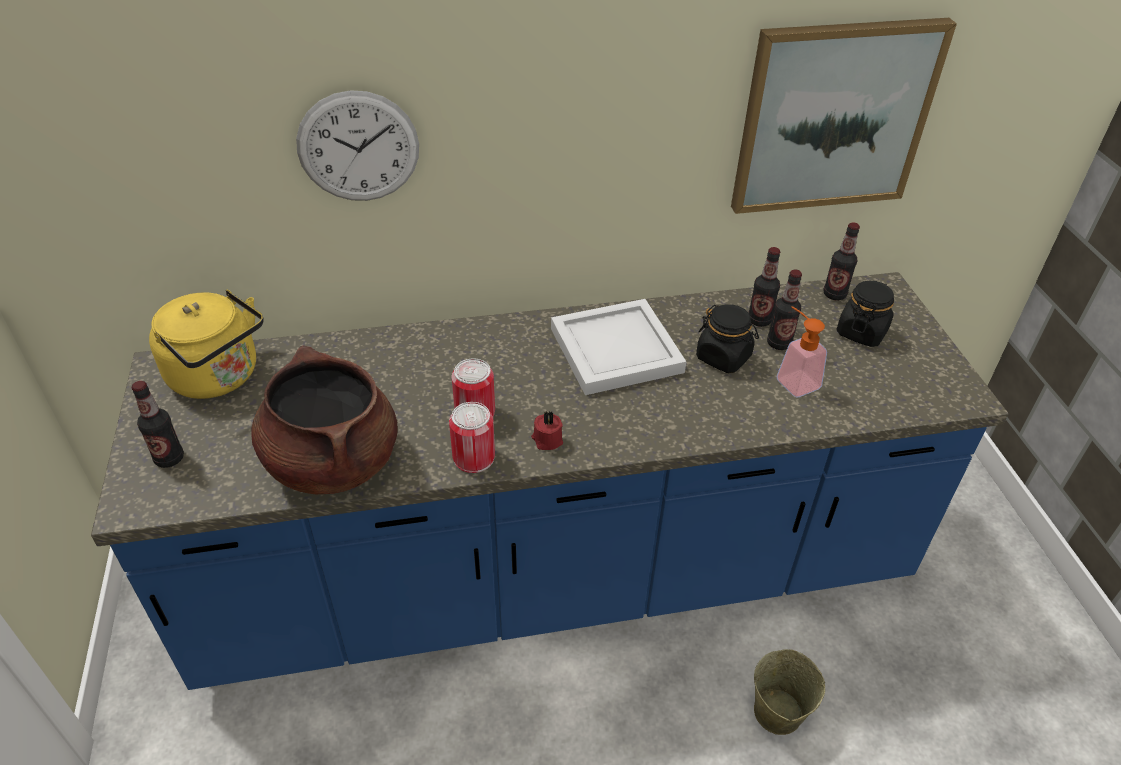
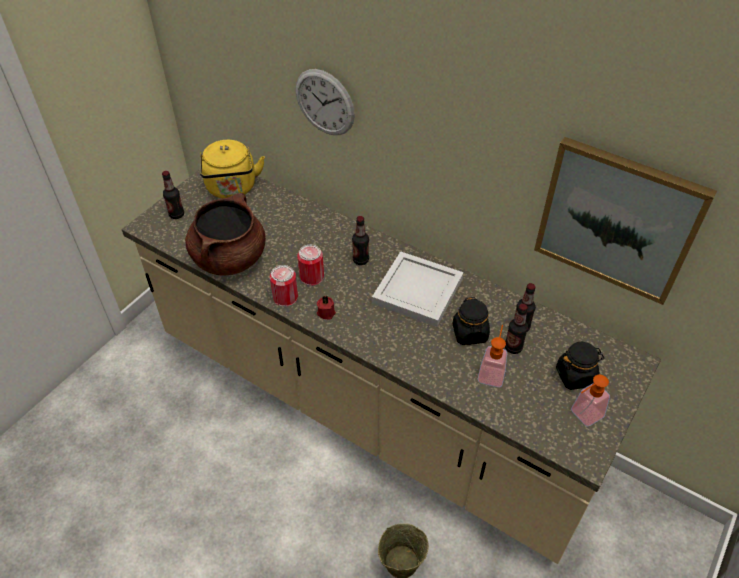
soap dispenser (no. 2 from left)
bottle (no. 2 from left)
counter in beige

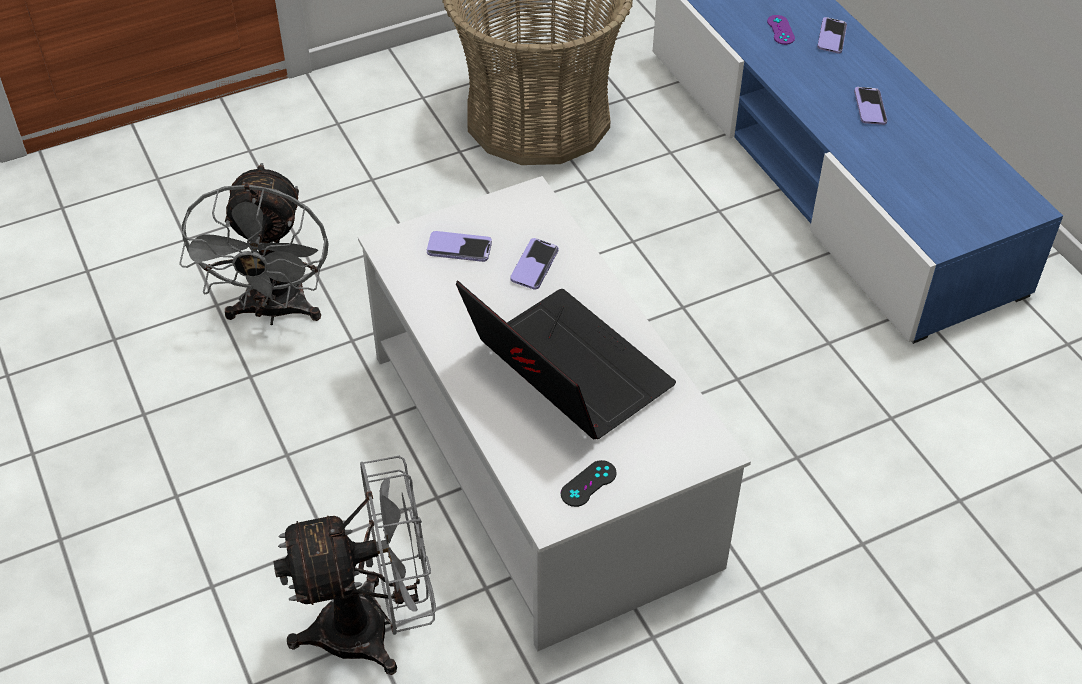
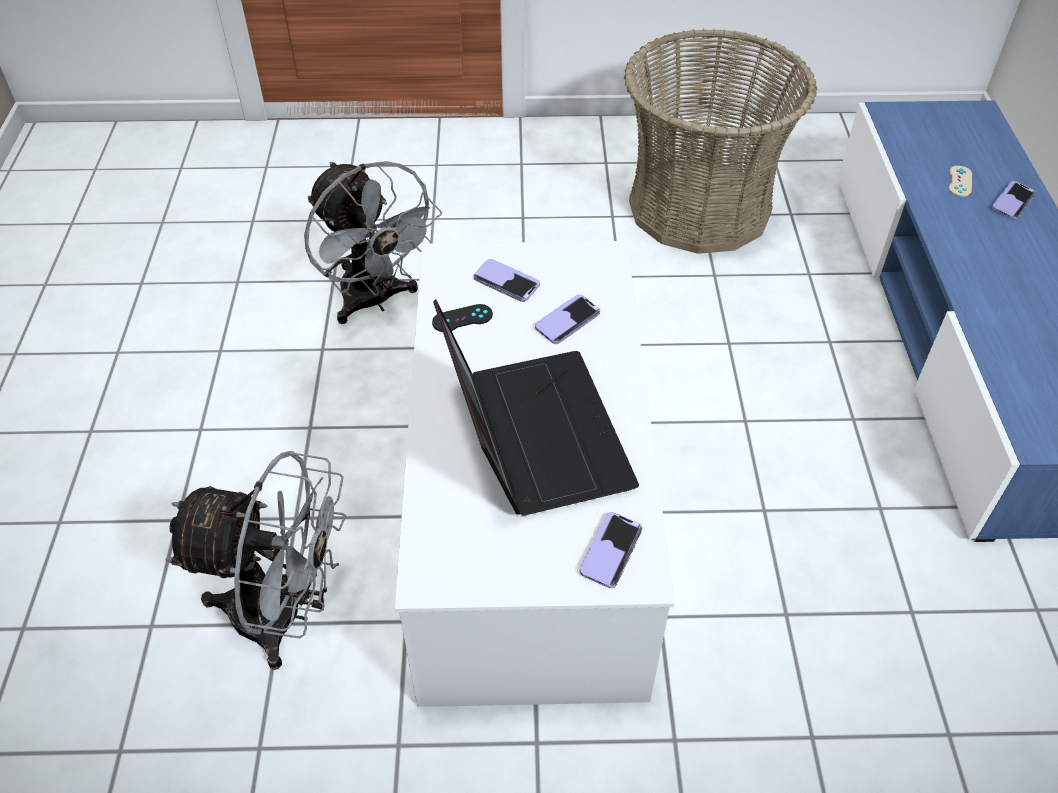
game controller in black
phone (no. 3 from left)
game controller in beige
fan in grey (no. 2 from left)

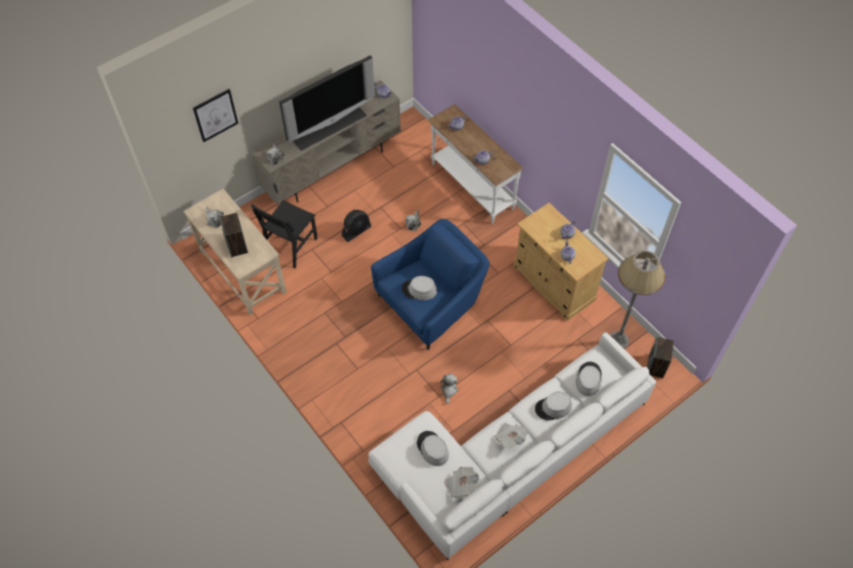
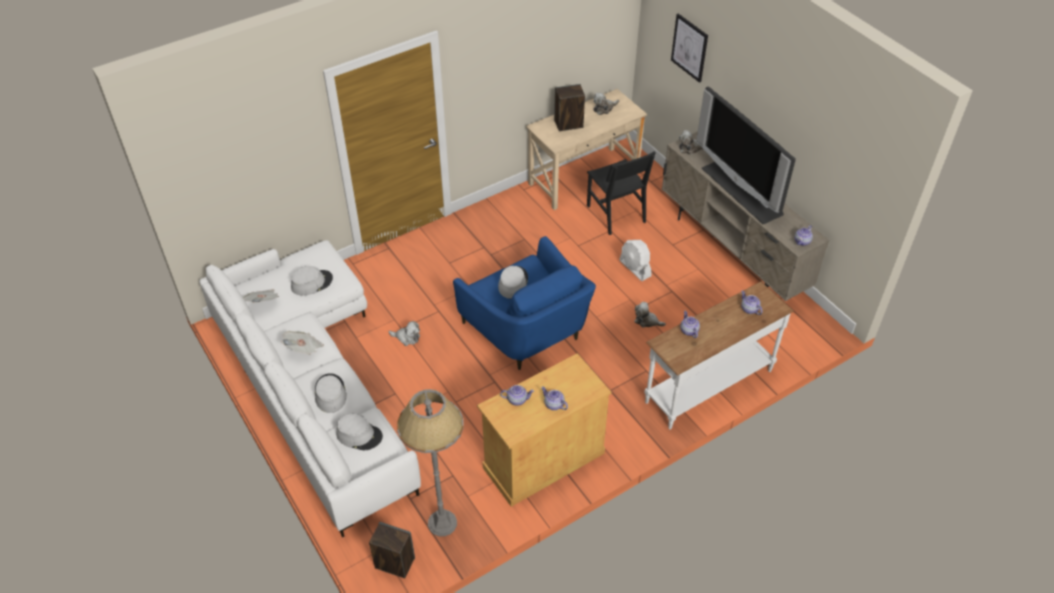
fan in white
chair in black

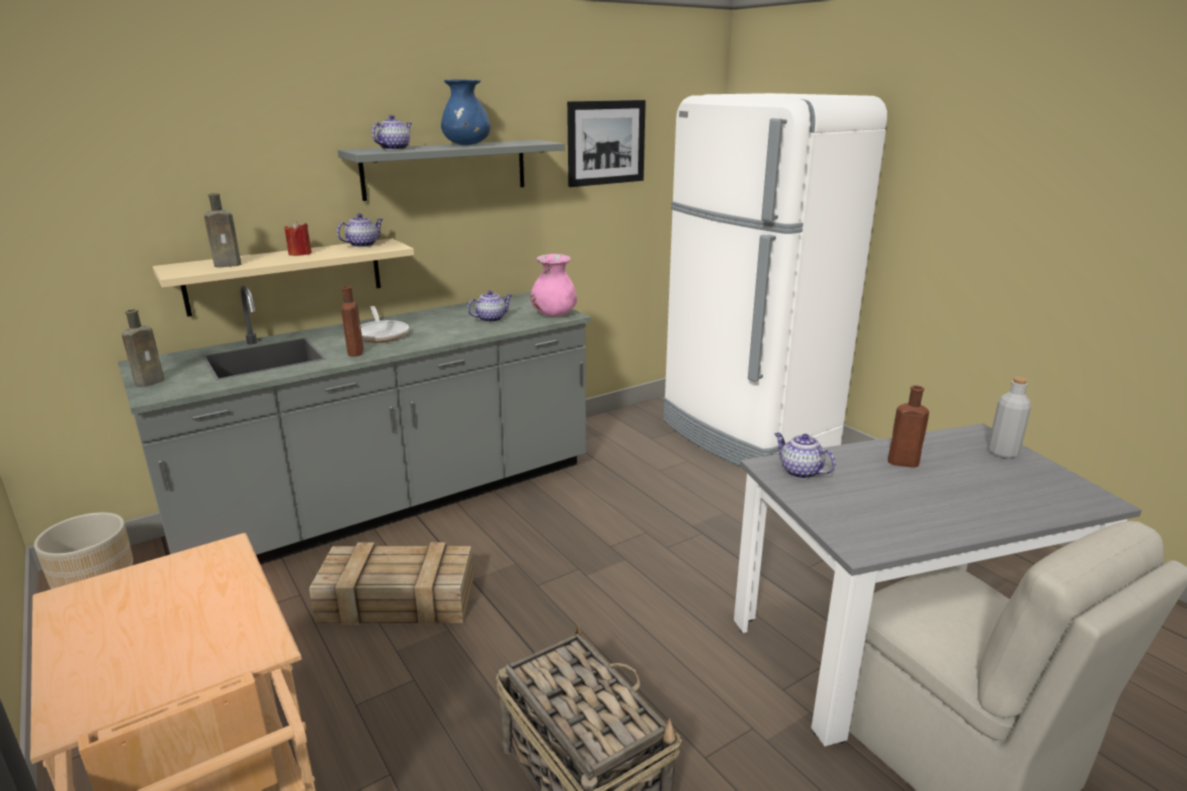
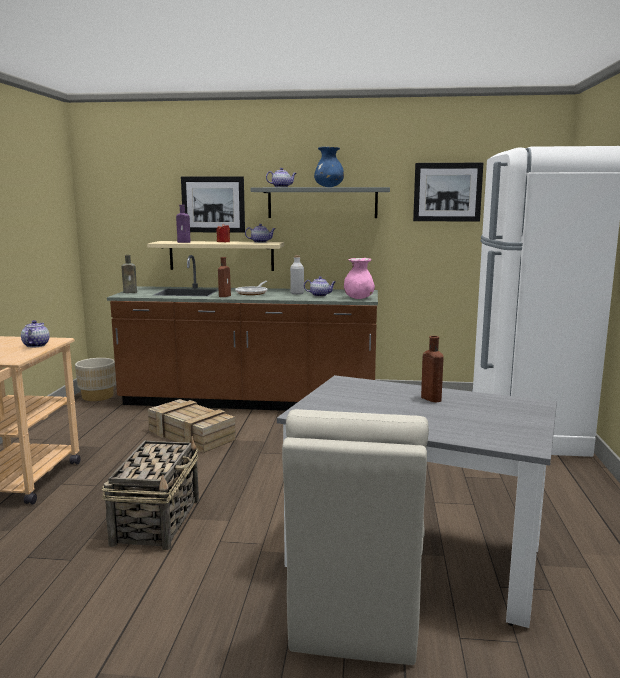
picture (no. 1 from left)
teapot (no. 1 from left)
bottle in grey
counter in brown
bottle in purple

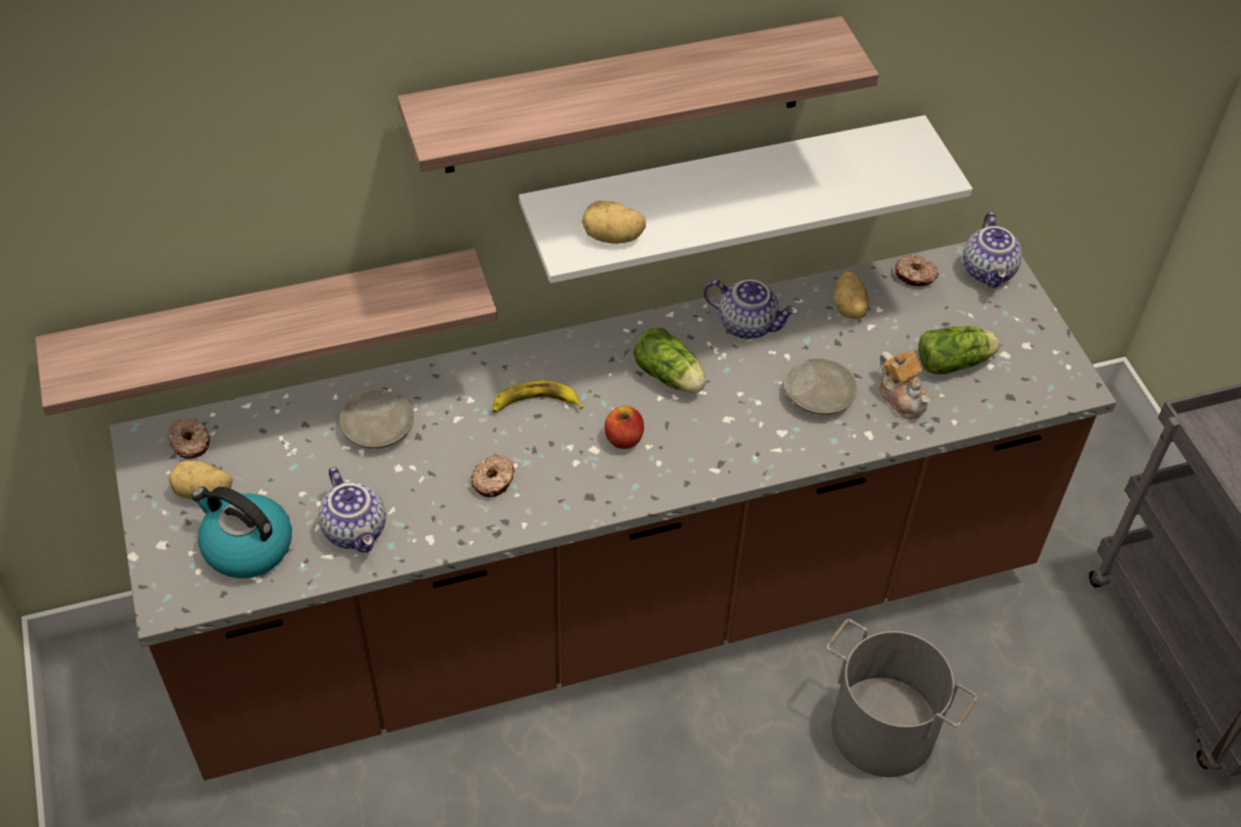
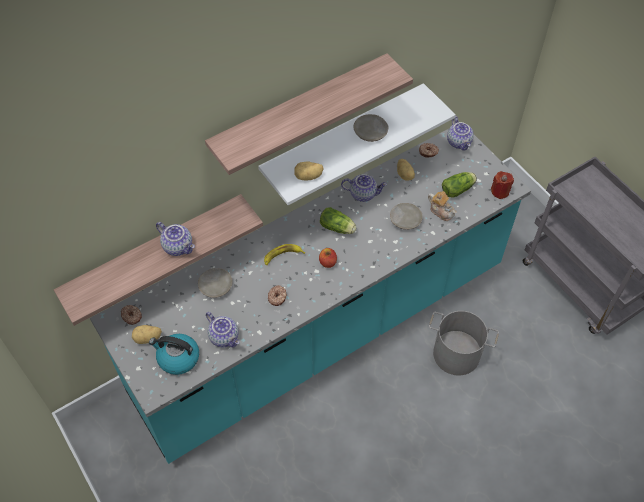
teapot (no. 1 from left)
plate in beige (no. 2 from left)
candle in red
counter in turquoise

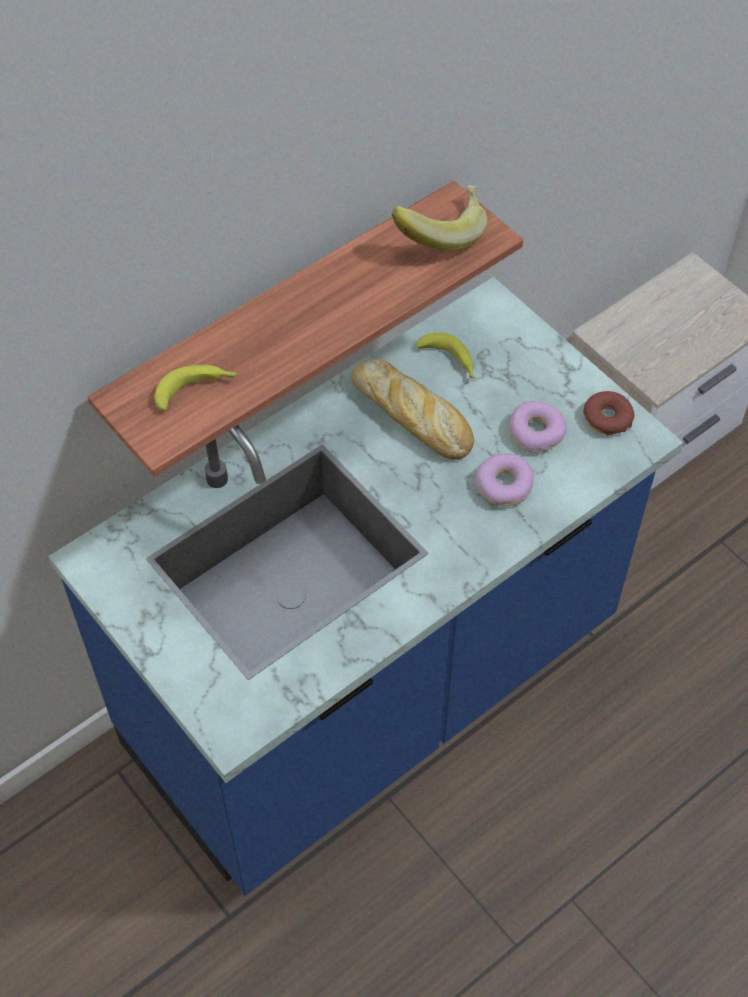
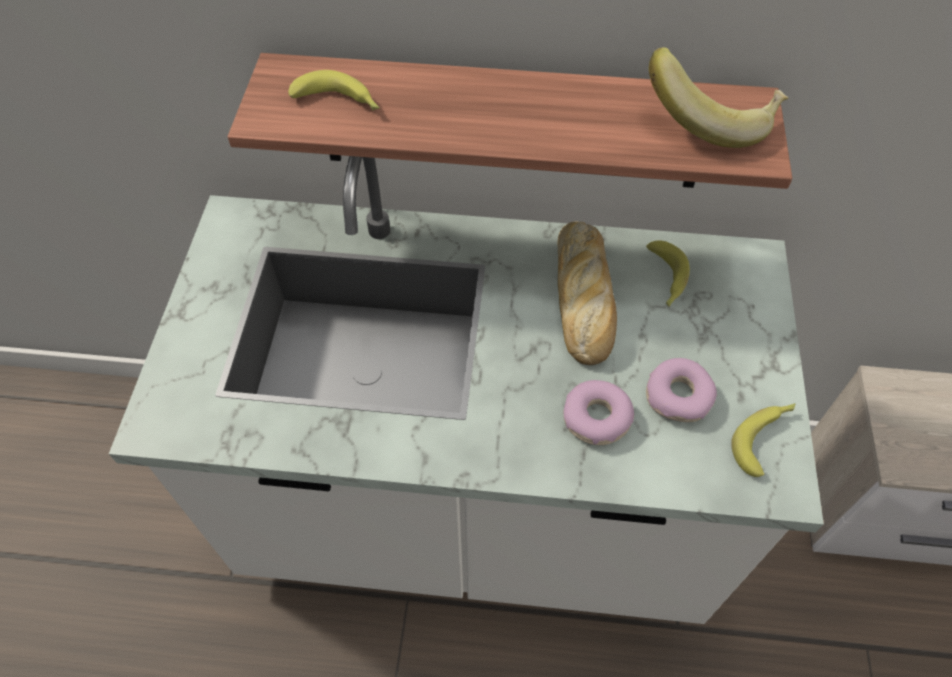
banana (no. 4 from left)
counter in white

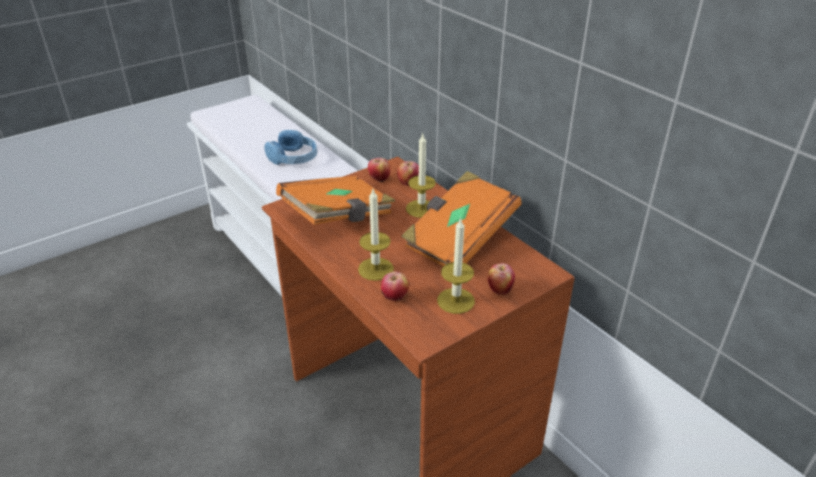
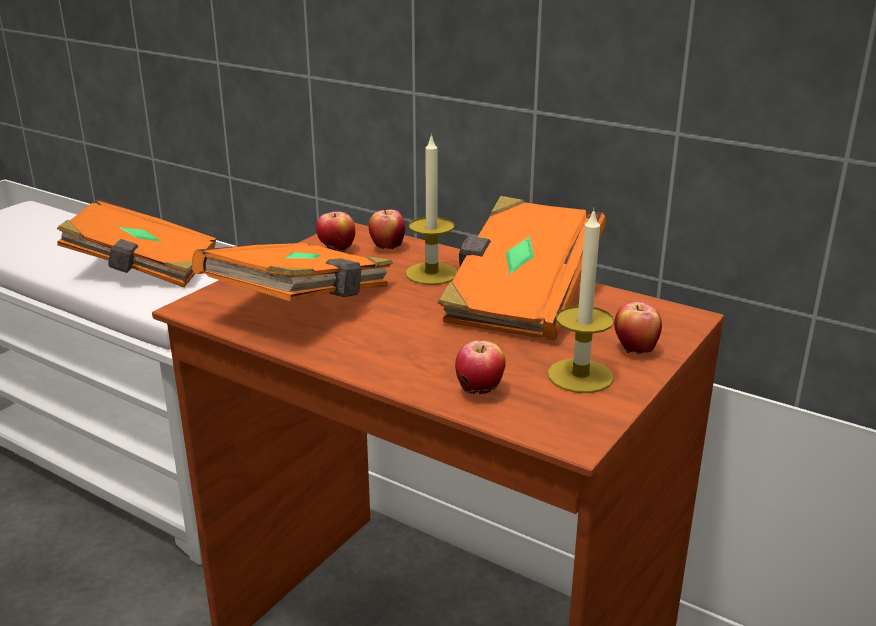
candle (no. 1 from left in the first image)
book in orange (no. 1 from left)

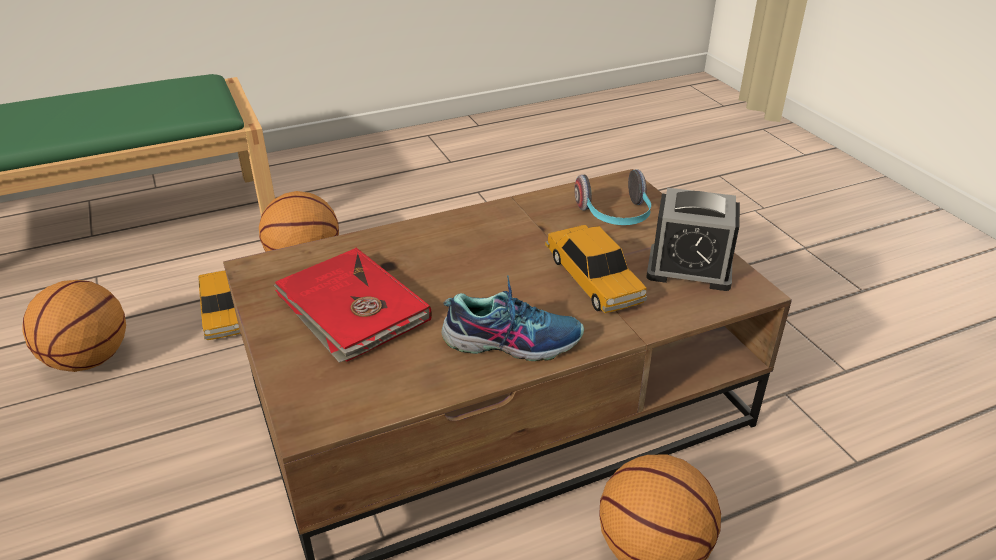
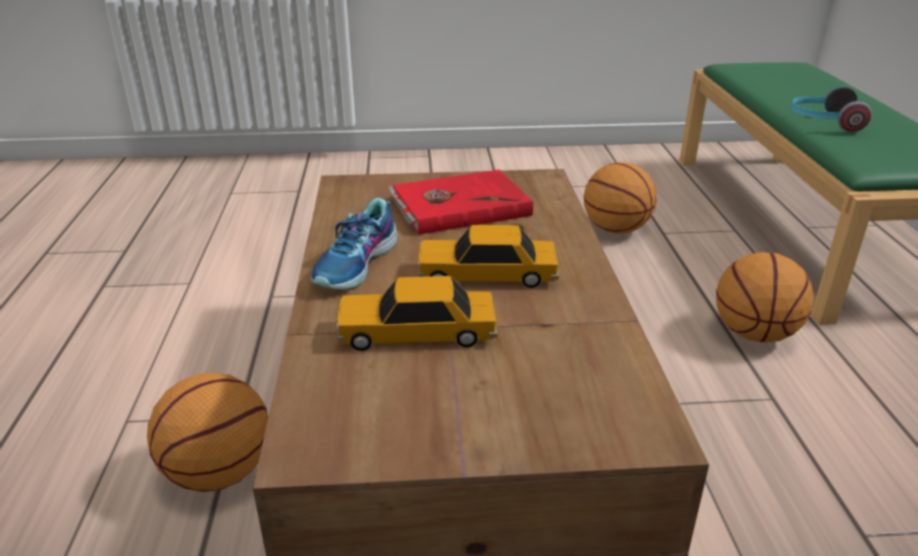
alarm clock
toy car (no. 2 from left)
headphones

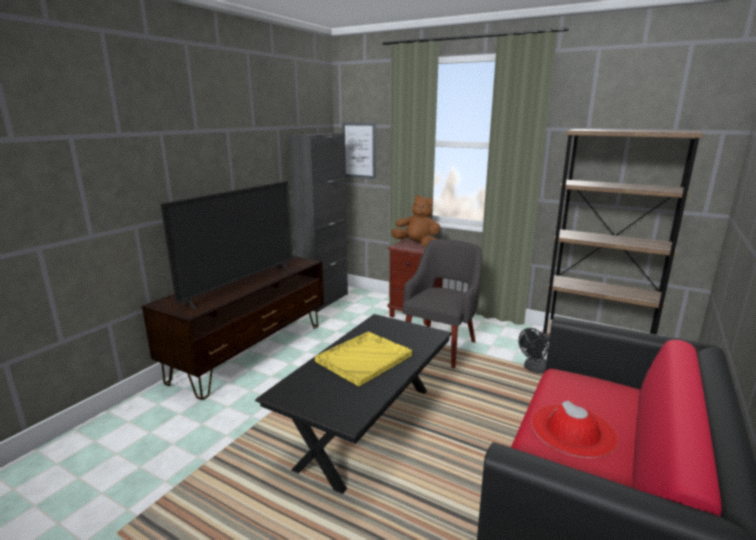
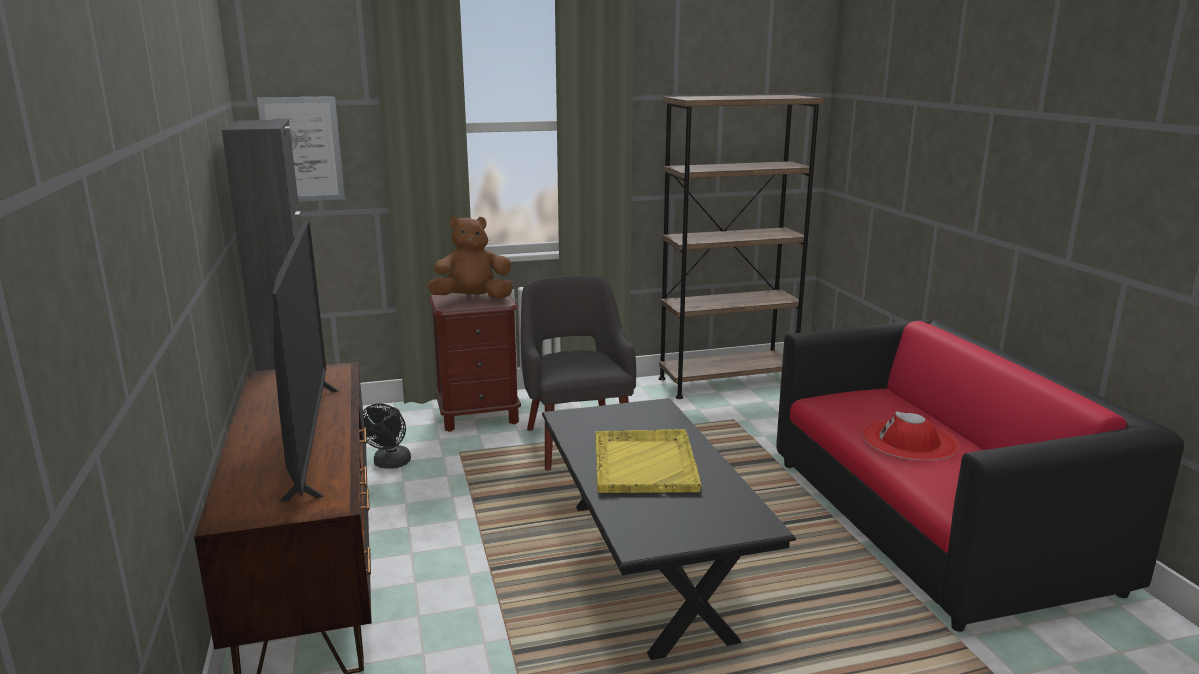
fan in black

